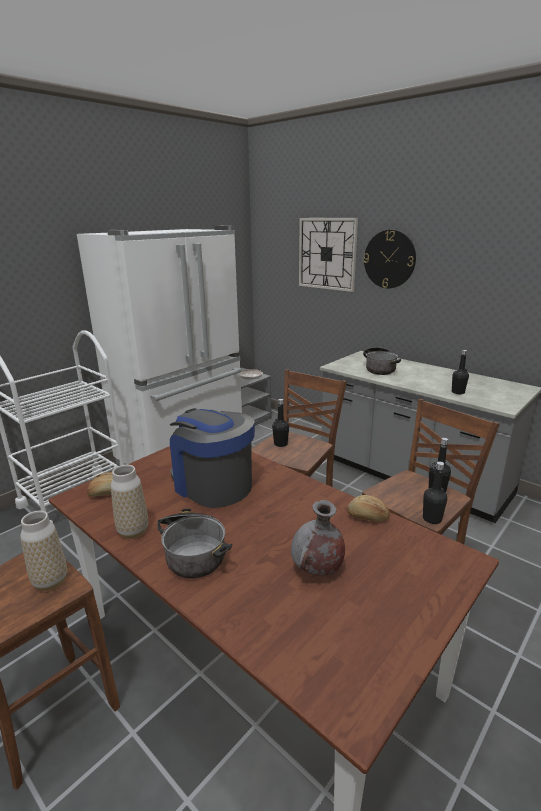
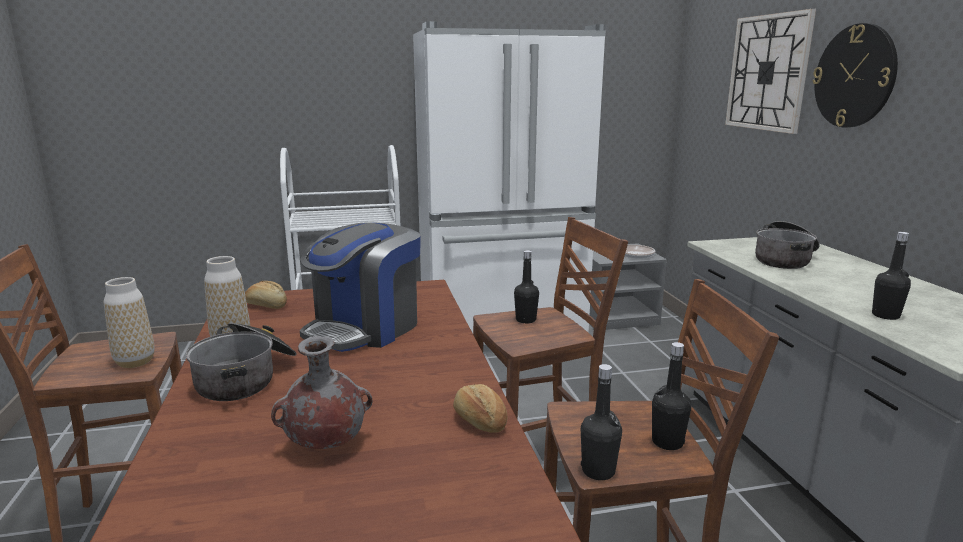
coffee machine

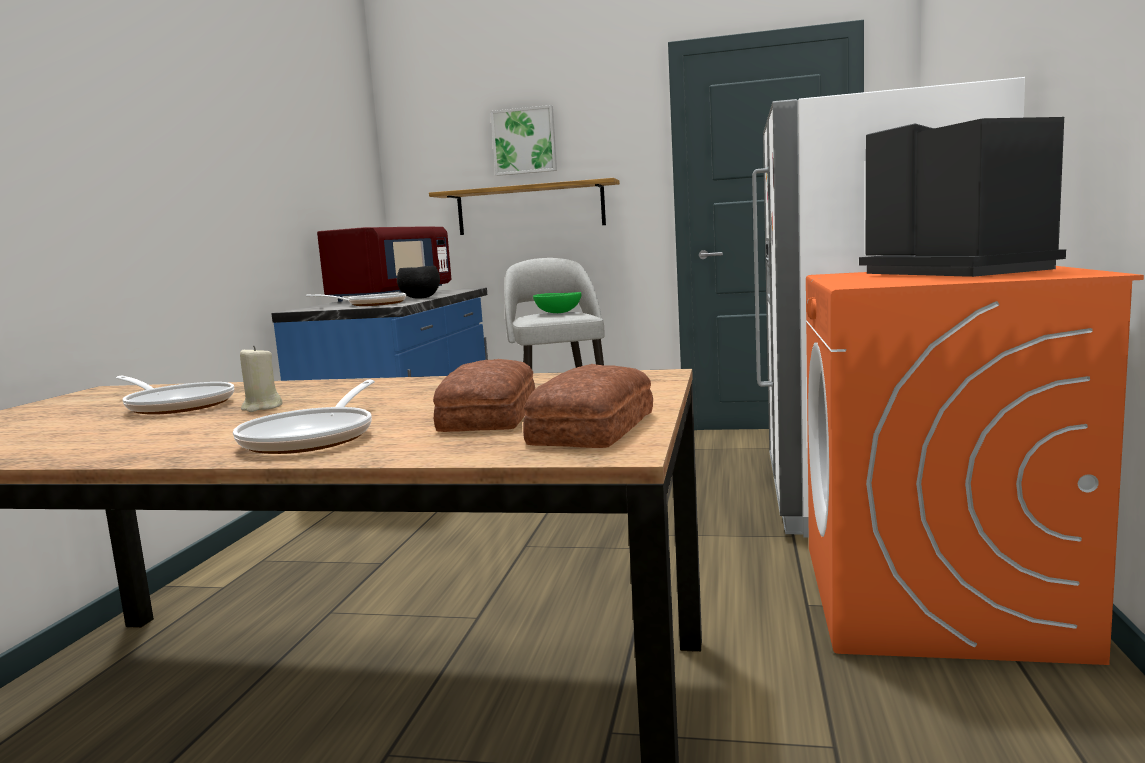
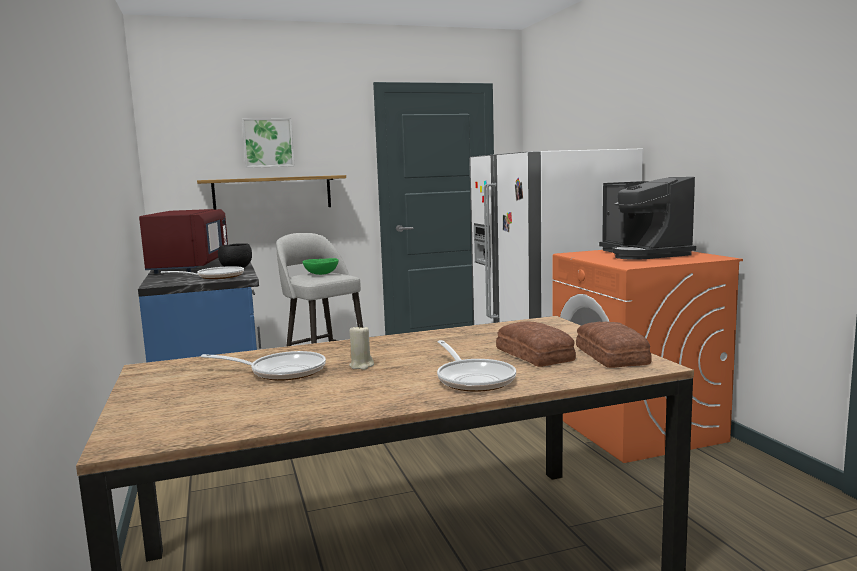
coffee machine

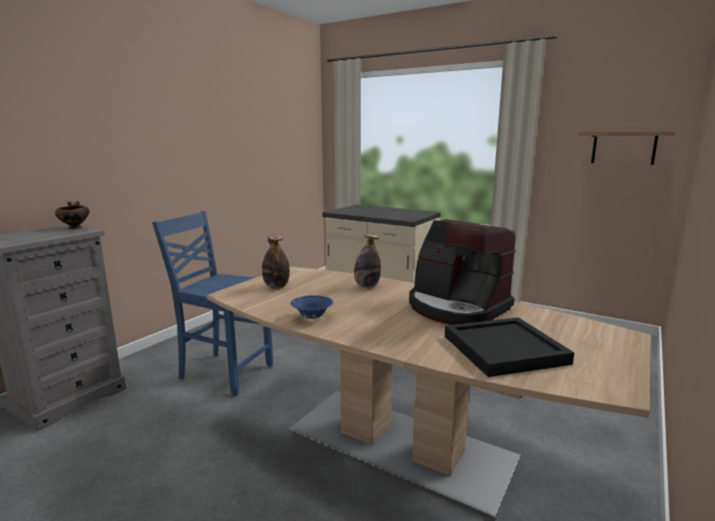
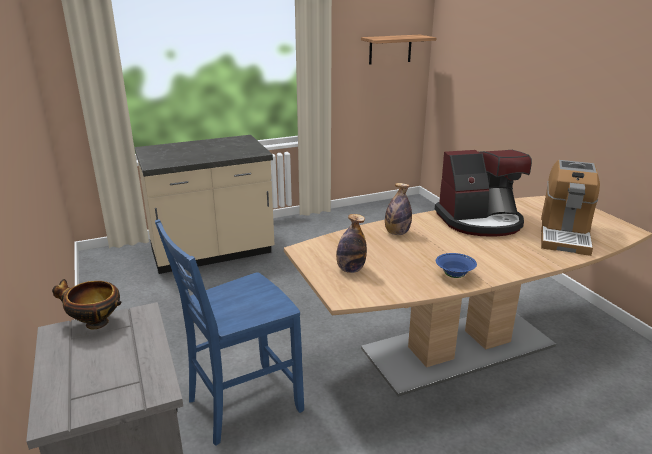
coffee machine (no. 2 from left)

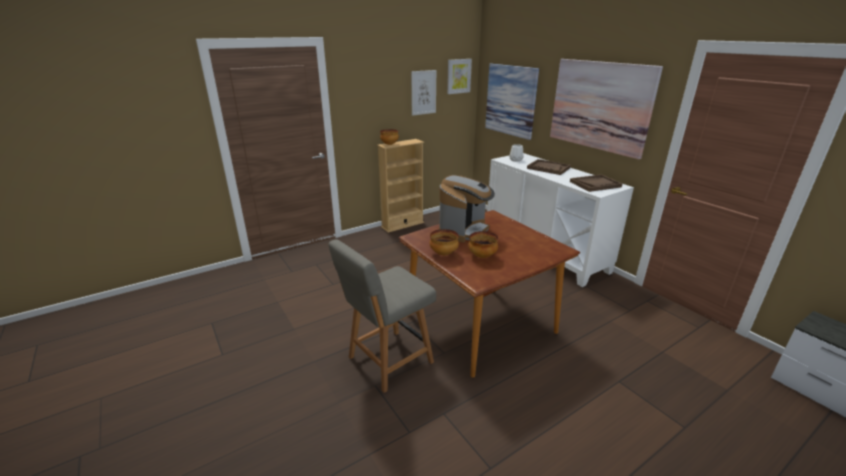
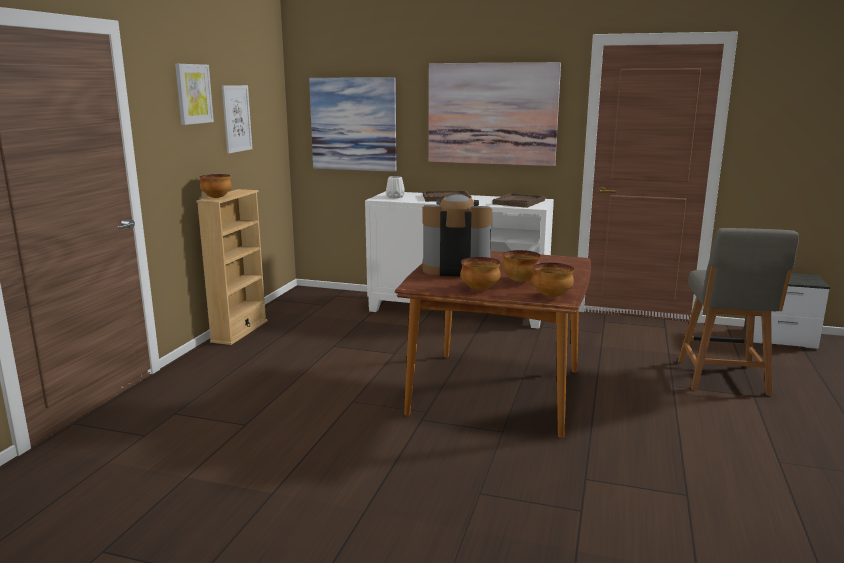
bowl (no. 4 from left)
chair in grey
picture (no. 1 from left)
coffee machine

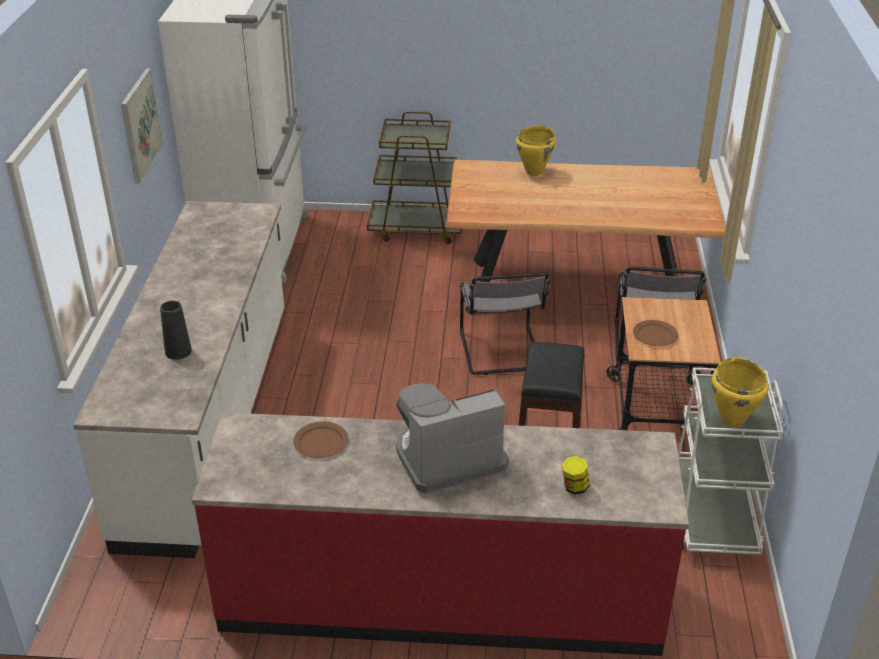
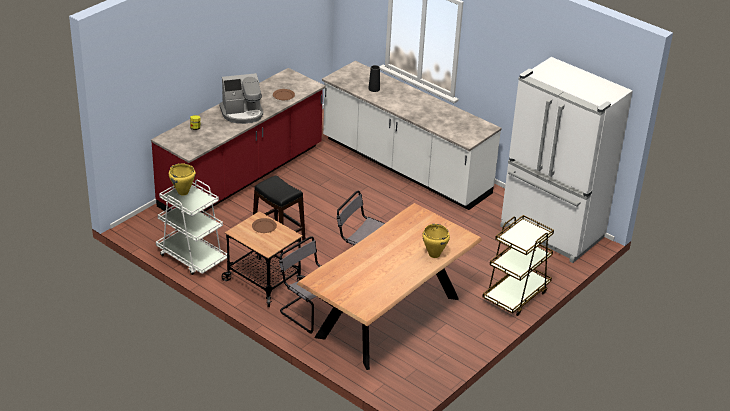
picture
coffee machine

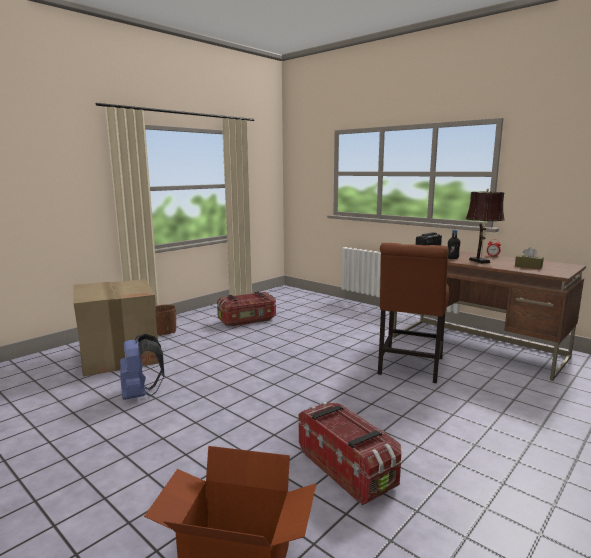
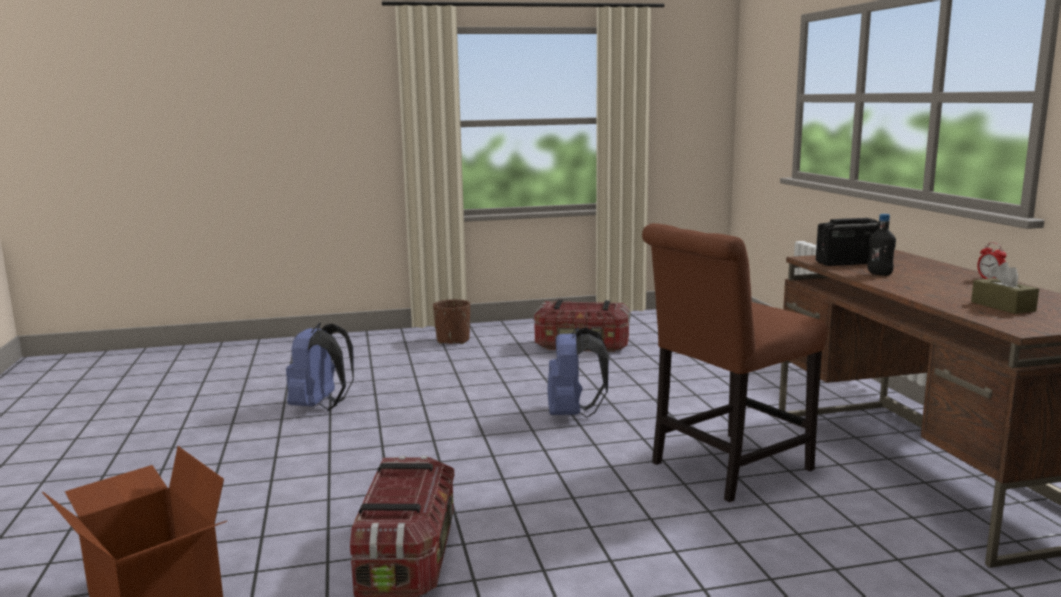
cardboard box (no. 1 from left in the first image)
table lamp in brown
backpack in blue (no. 2 from left)

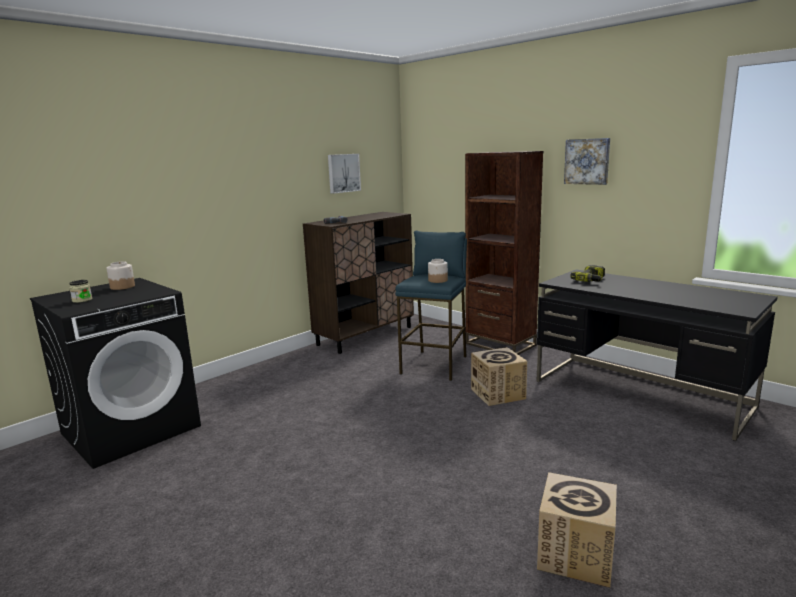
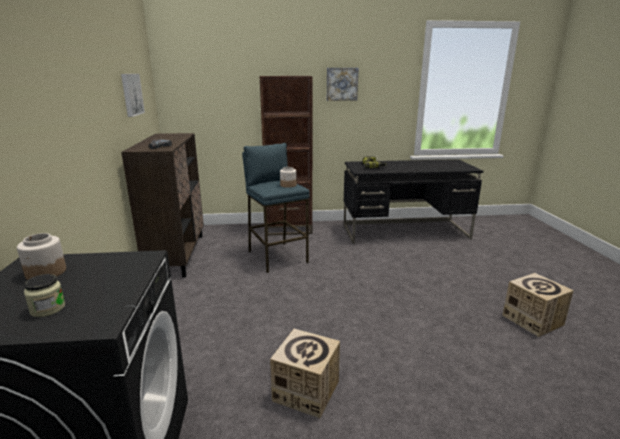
cardboard box (no. 1 from left)

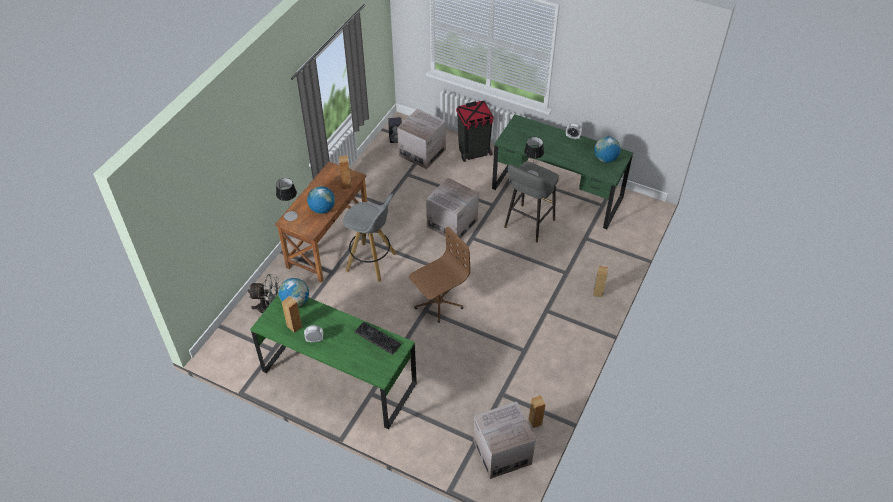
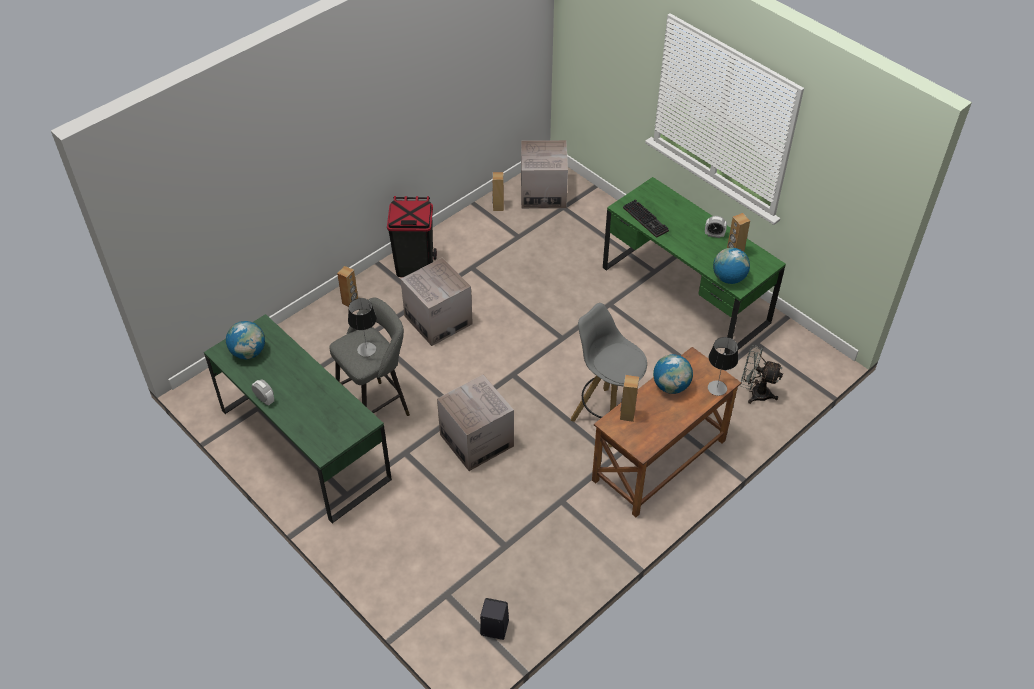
office chair in brown
cardboard box (no. 1 from left)
trash can in black

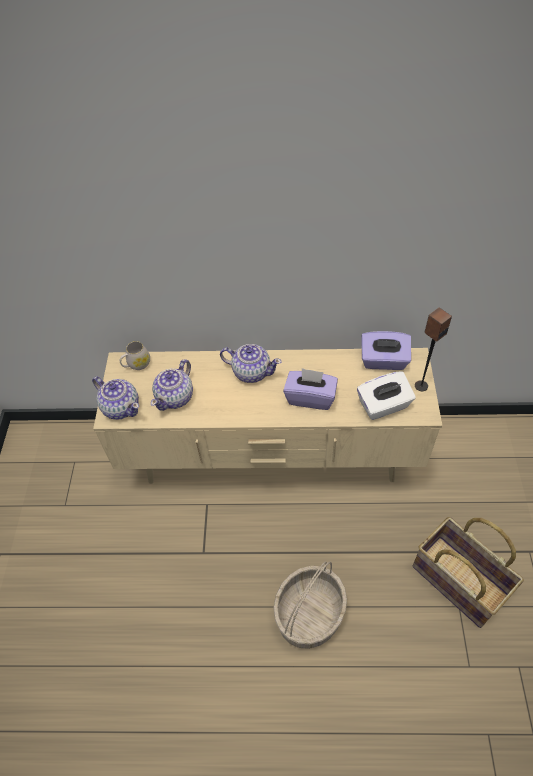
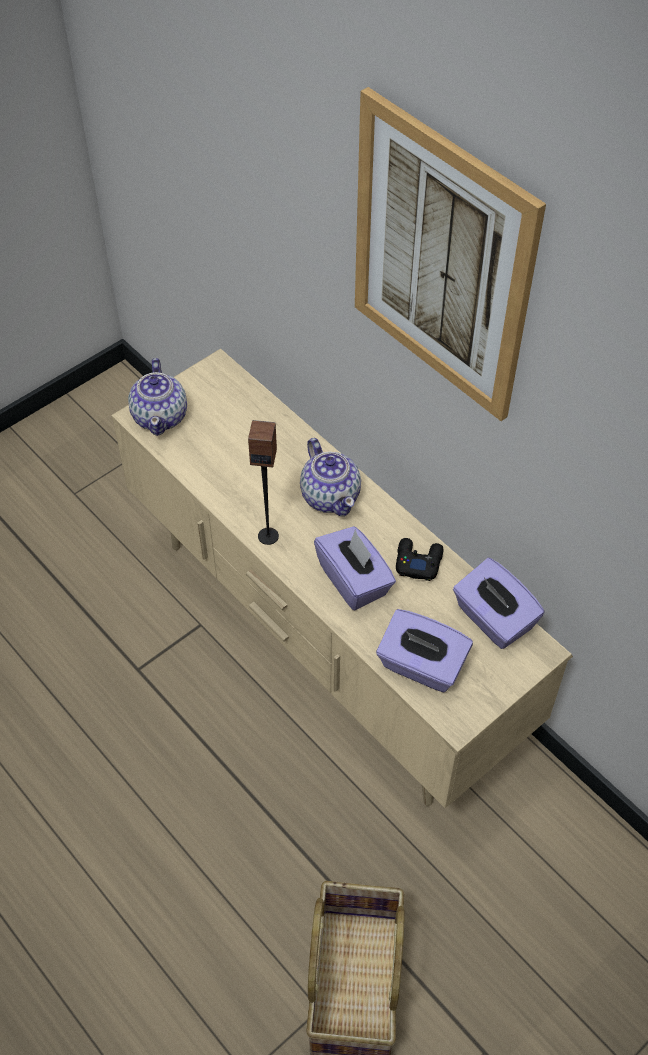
mug in white
teapot (no. 2 from left in the first image)
basket (no. 1 from left in the first image)
picture
game controller in black
speaker
tissue box in purple (no. 2 from left)

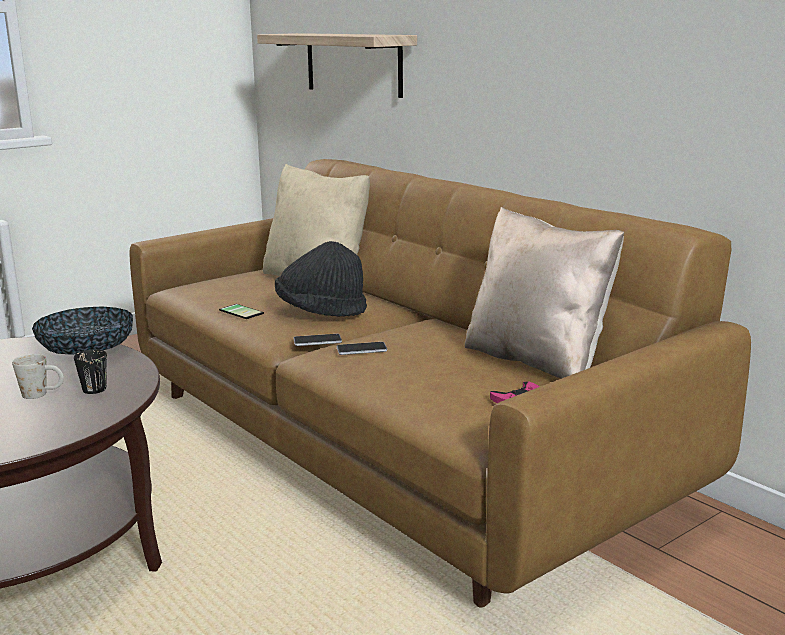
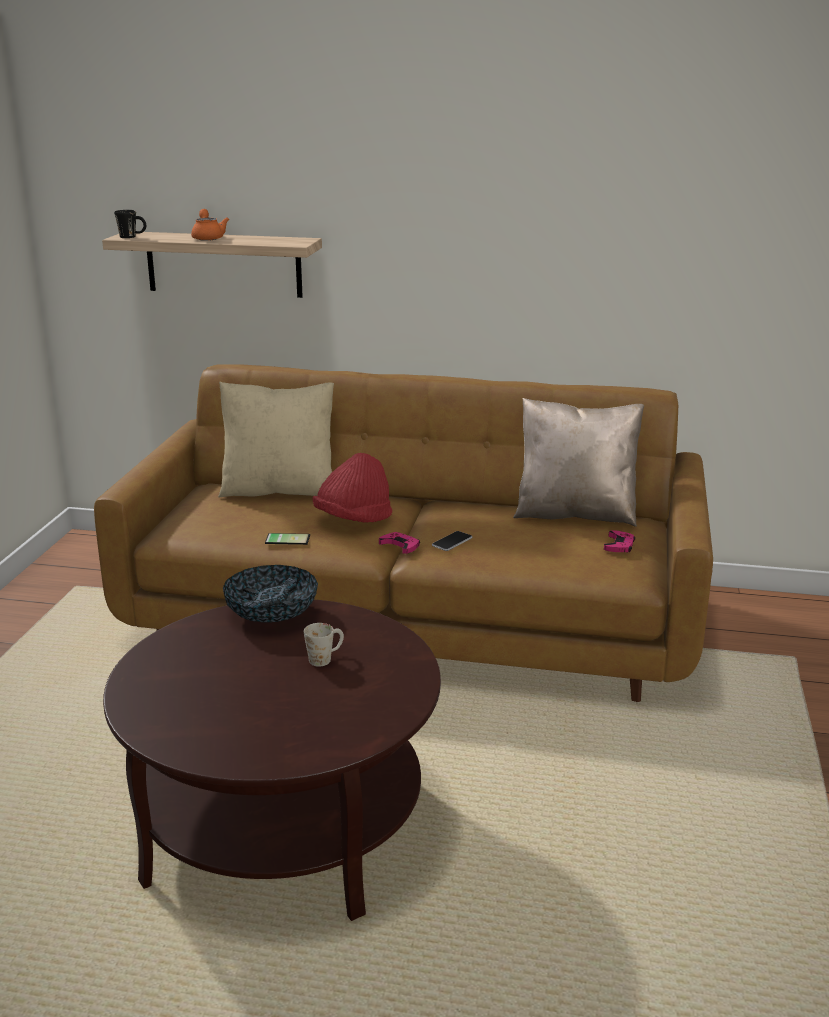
teapot in orange
mug in black
game controller in pink (no. 1 from left)
hat in red

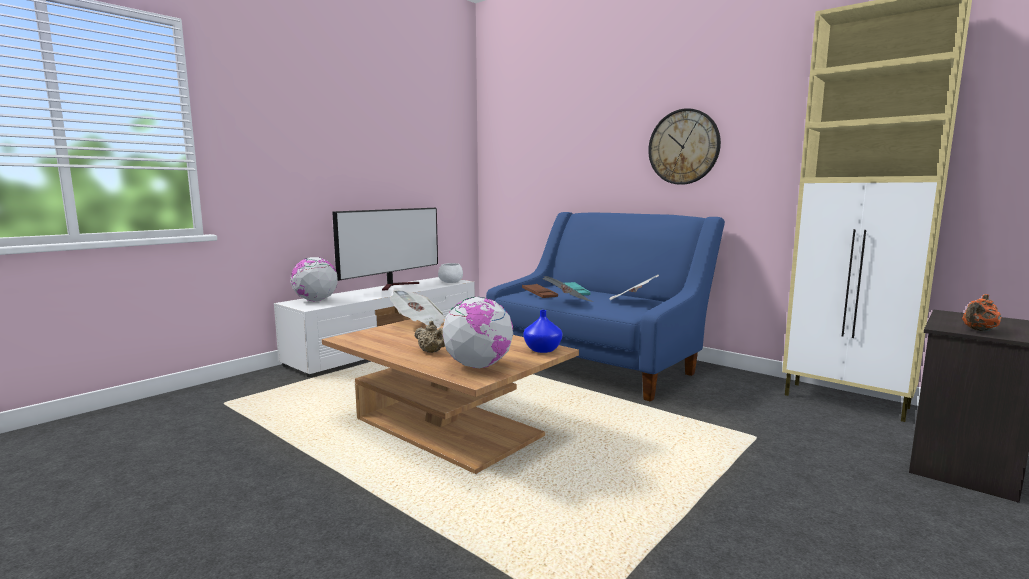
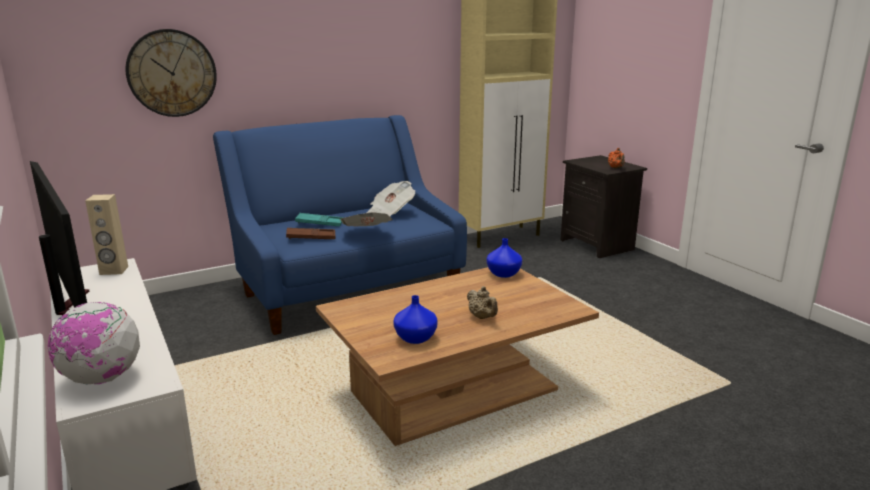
newspaper (no. 1 from left in the first image)
globe (no. 2 from left in the first image)
vase in blue (no. 1 from left)
wall clock
speaker in beige
teapot in beige

